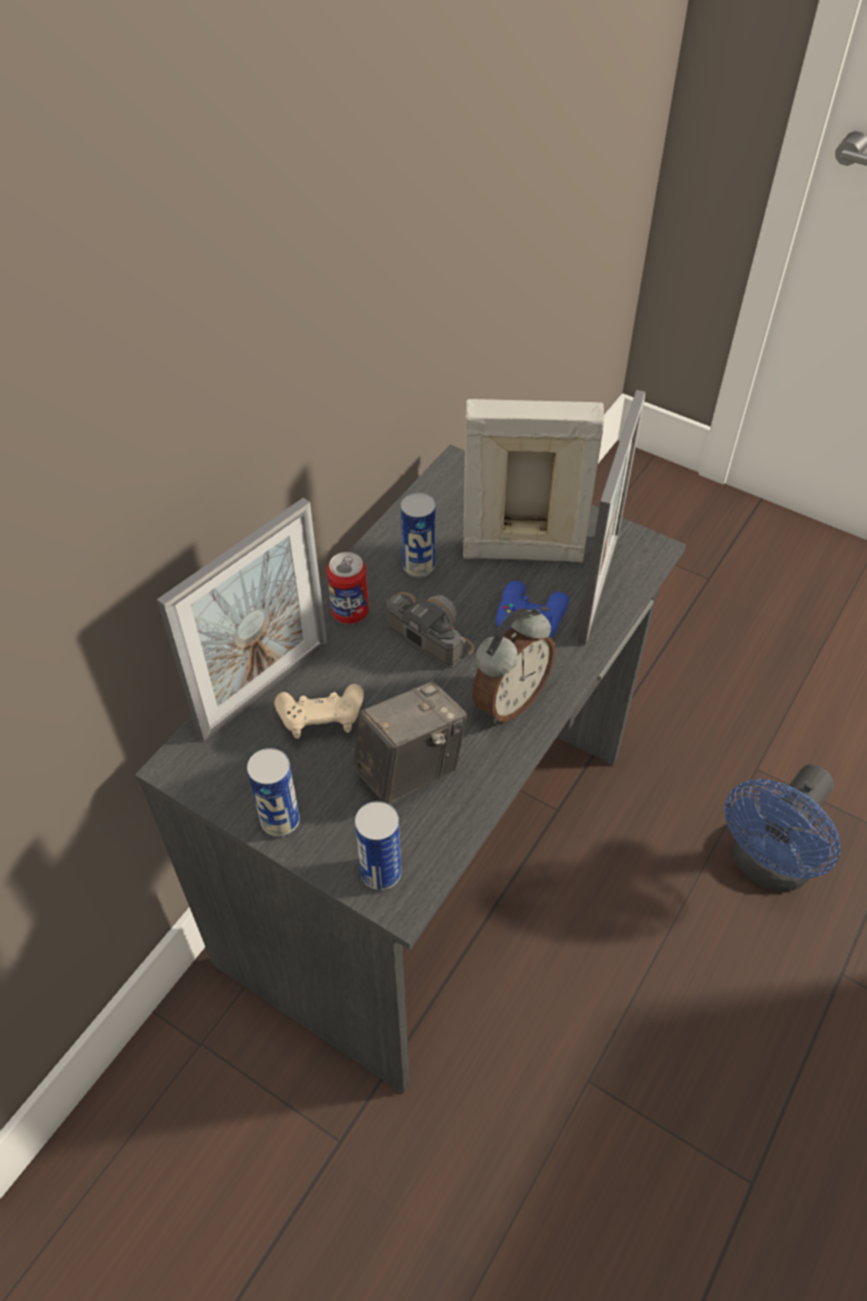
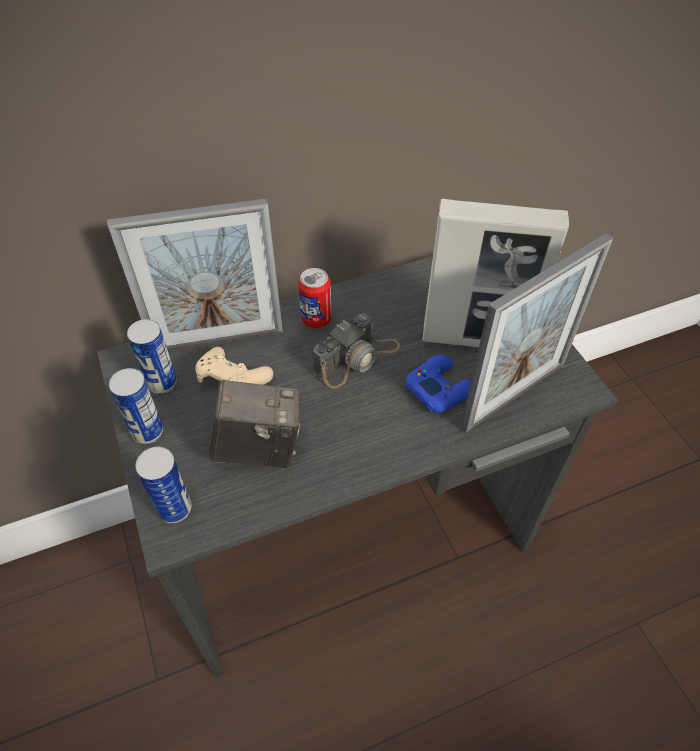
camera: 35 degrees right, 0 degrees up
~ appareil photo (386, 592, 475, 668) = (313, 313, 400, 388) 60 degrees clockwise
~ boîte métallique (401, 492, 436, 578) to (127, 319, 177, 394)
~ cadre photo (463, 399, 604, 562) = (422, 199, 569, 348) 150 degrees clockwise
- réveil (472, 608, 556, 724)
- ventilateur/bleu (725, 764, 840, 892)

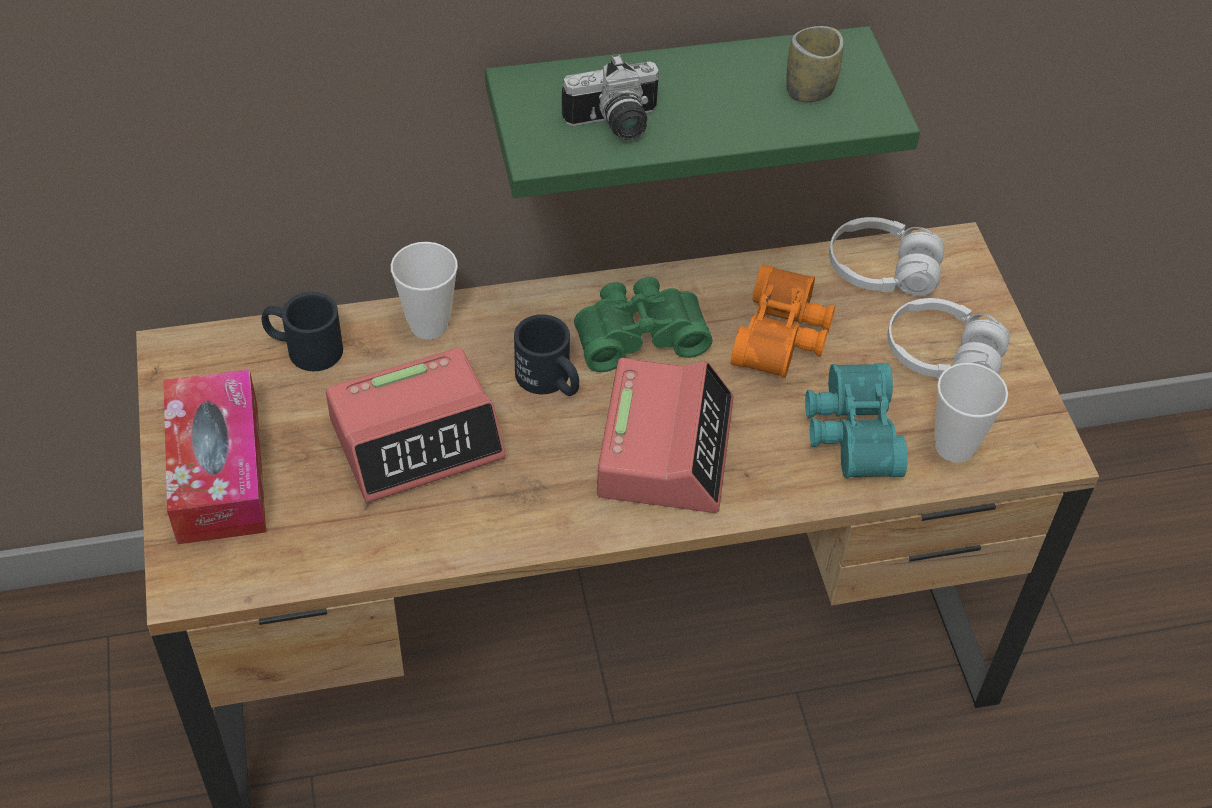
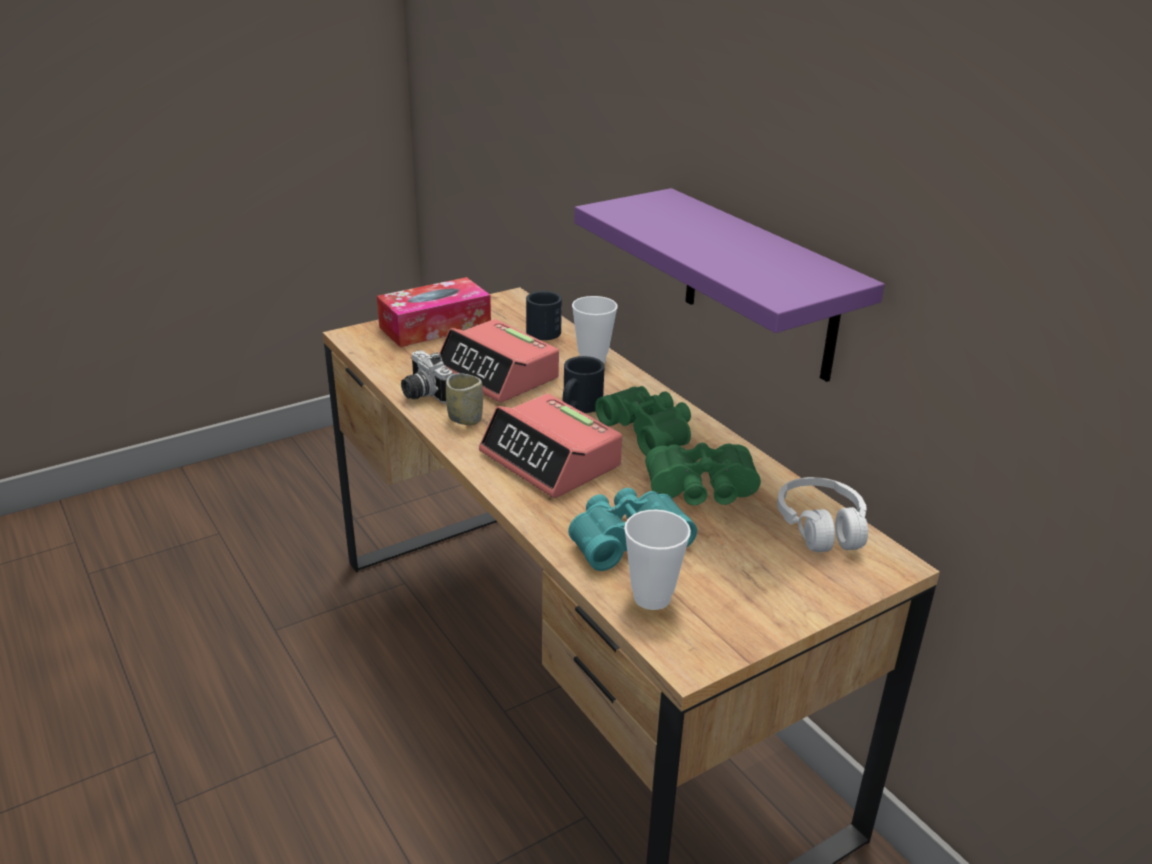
camera: 70 degrees right, 20 degrees down
~ étagère/vert (485, 26, 920, 198) to étagère/violet (574, 188, 885, 382)
~ appareil photo (562, 55, 659, 140) to (401, 350, 453, 404)
~ réveil (597, 358, 734, 513) = (479, 393, 622, 498) 60 degrees clockwise
~ jumelles/orange (731, 264, 835, 378) to jumelles/vert (645, 443, 761, 505)
~ tasse (786, 26, 844, 102) to (446, 373, 483, 425)
- casque audio/blanc (887, 298, 1010, 379)

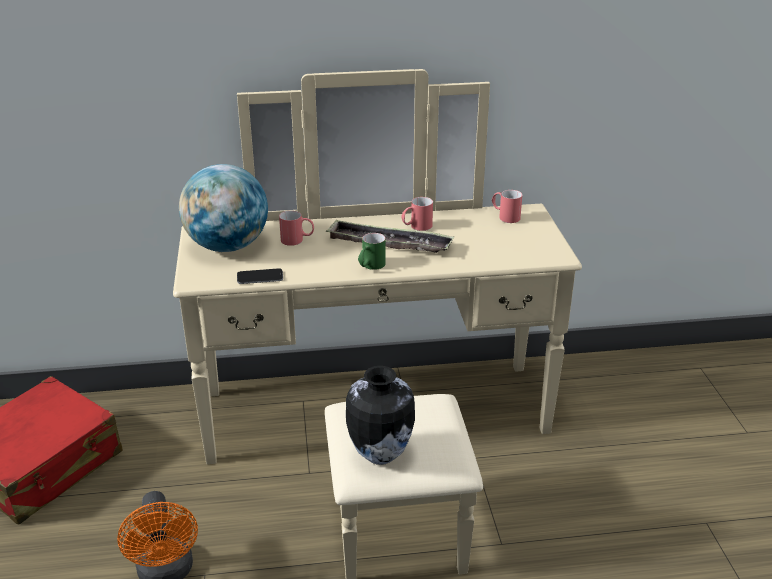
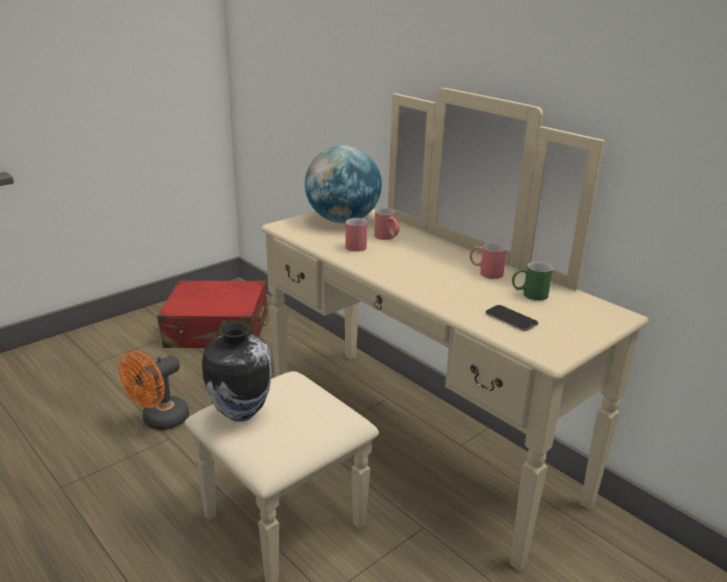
camera: 55 degrees right, 5 degrees down
~ téléphone (237, 268, 283, 284) to (485, 305, 538, 331)
- plateau (326, 219, 454, 253)
~ mug/vert (358, 233, 386, 270) to (512, 262, 553, 301)
~ mug/rouge (492, 190, 522, 223) to (345, 218, 367, 252)

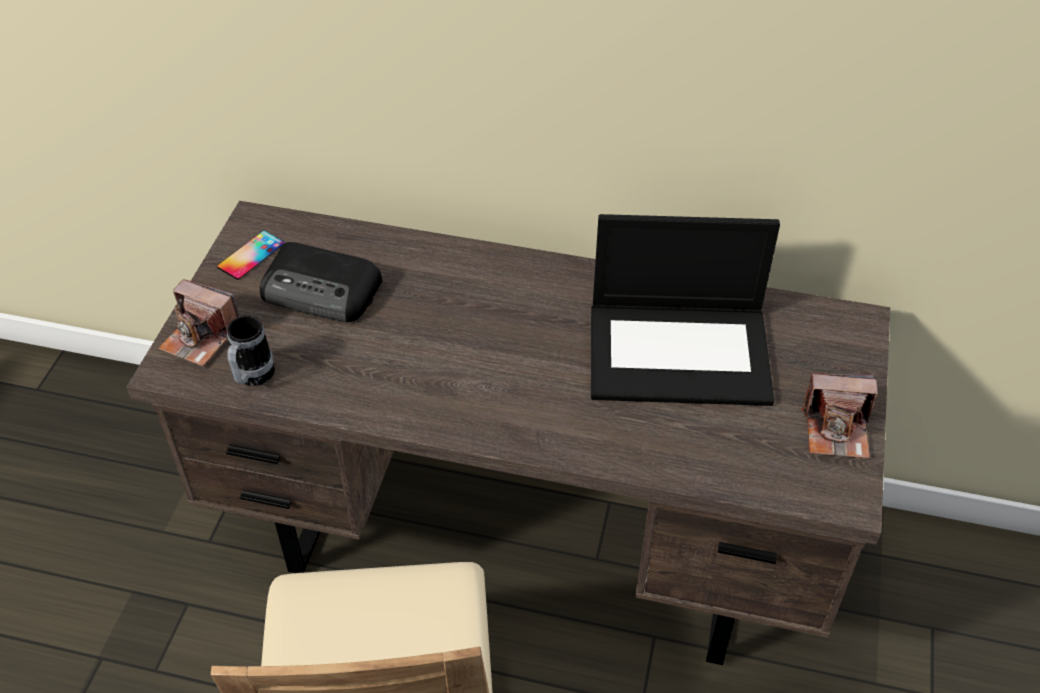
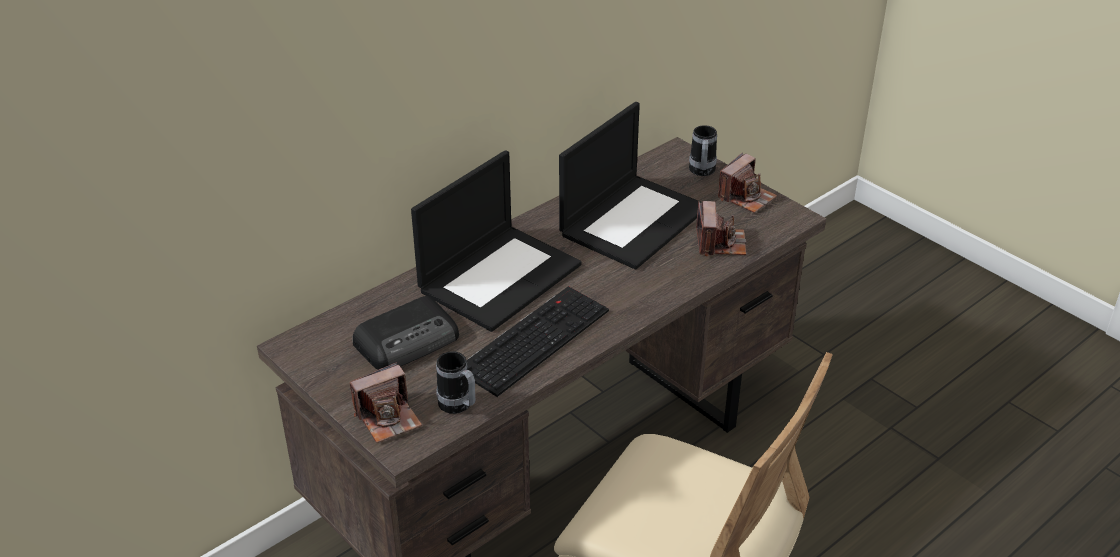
camera: 55 degrees left, 10 degrees down
- téléphone (217, 231, 284, 280)
+ ordinateur portable (411, 150, 581, 332)
+ clavier (467, 286, 609, 397)
+ mug (689, 125, 717, 176)
+ appareil photo (696, 201, 747, 256)

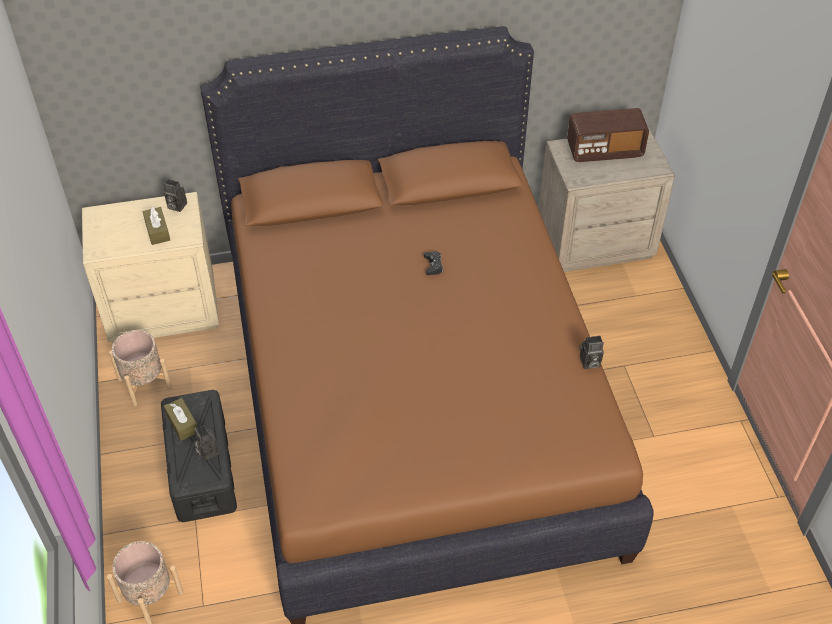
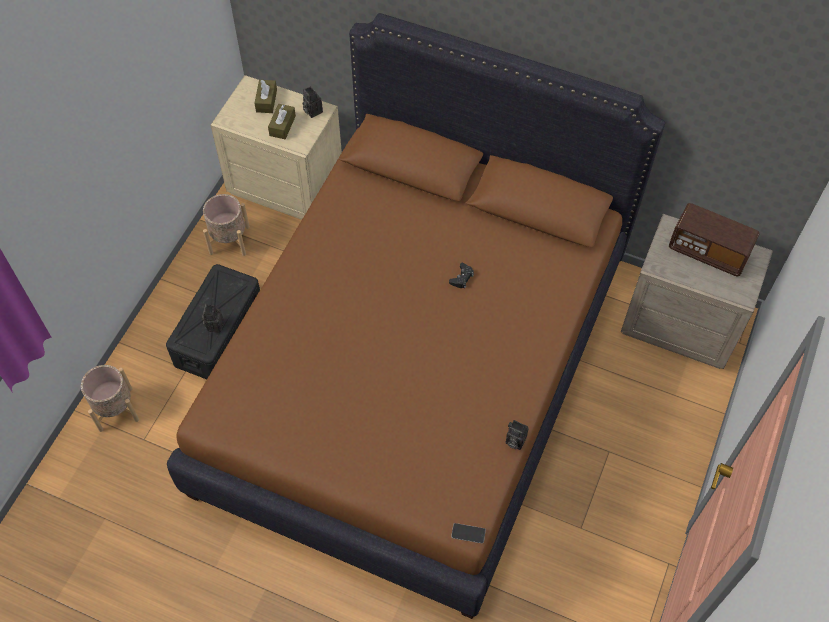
camera: 35 degrees right, 10 degrees up
~ boîte à mouchoirs/marron (164, 398, 198, 441) to (254, 80, 277, 113)
+ téléphone (451, 523, 486, 543)

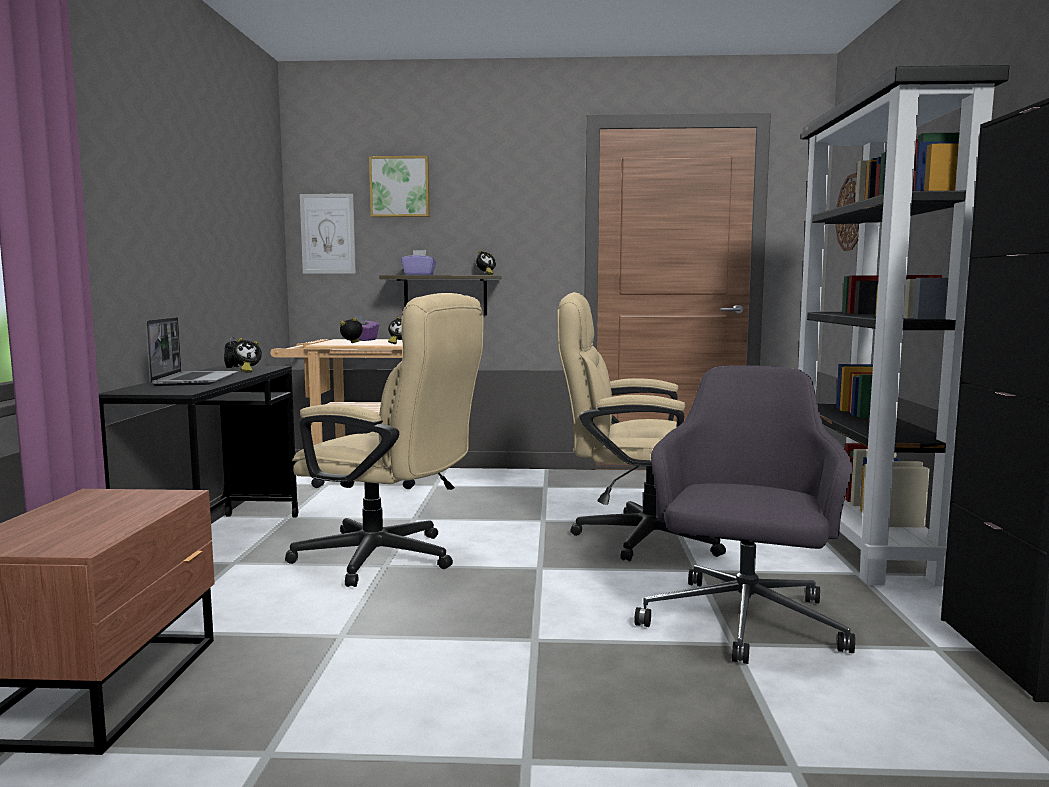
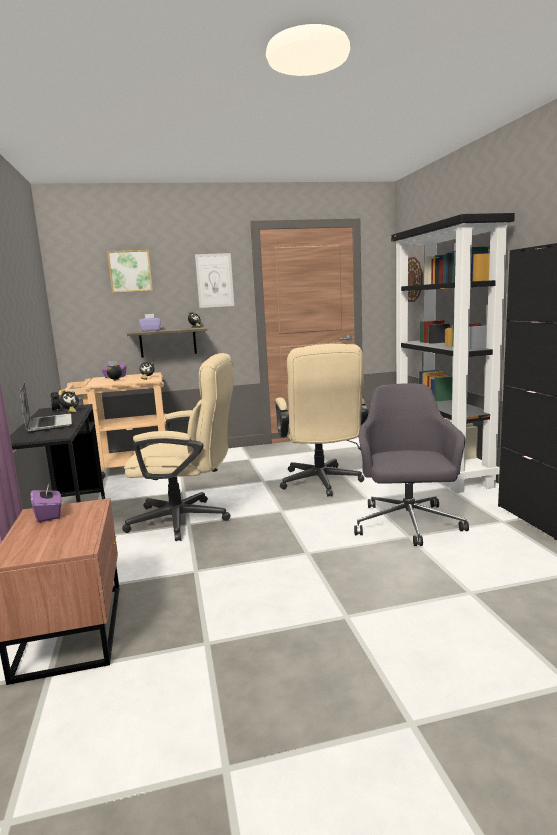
camera: 15 degrees left, 5 degrees up
~ tableau (300, 194, 356, 274) to (195, 253, 234, 308)
~ chaise de bureau/beige (557, 292, 726, 561) = (275, 344, 368, 497) 90 degrees counterclockwise
+ boîte à mouchoirs/violet (31, 483, 62, 522)

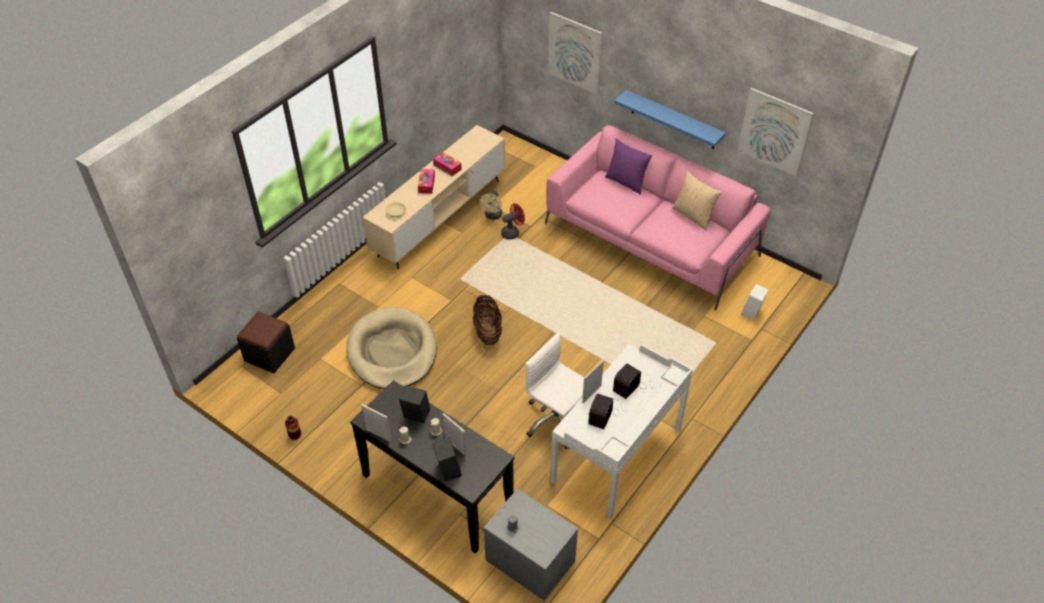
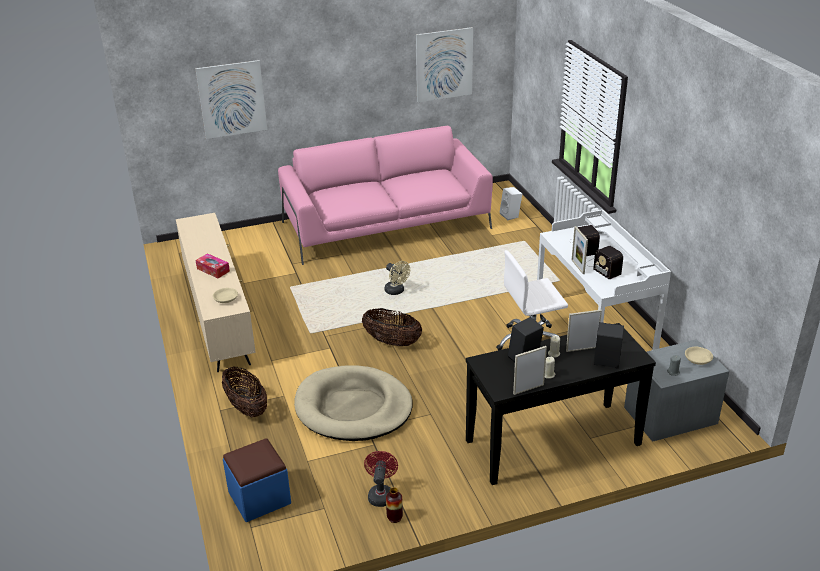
camera: 55 degrees left, 15 degrees down
~ pouf/noir (237, 312, 295, 373) to pouf/bleu (223, 438, 291, 522)
- boîte à mouchoirs (433, 152, 462, 176)
~ ventilateur/beige (480, 191, 502, 220) to (384, 261, 410, 295)
~ ventilateur/rouge (501, 203, 525, 240) to (364, 451, 398, 507)
- coussin/violet (605, 138, 652, 195)
- étagère/bleu (614, 90, 726, 149)
- coussin/beige (672, 170, 722, 230)
+ panier (222, 366, 267, 417)
+ bol/beige (685, 346, 713, 365)

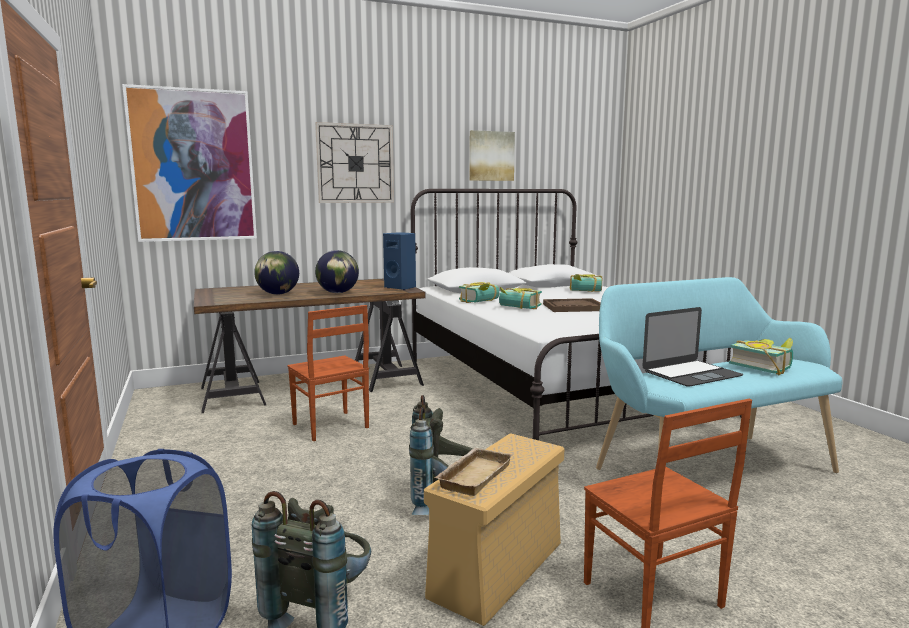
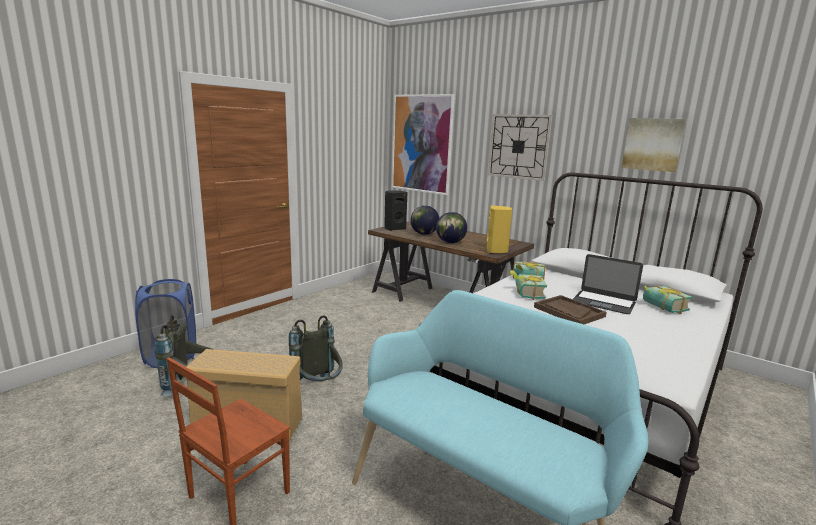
camera: 60 degrees right, 5 degrees up
- chaise/marron (287, 305, 369, 441)
~ enceinte/bleu (383, 233, 416, 290) to enceinte/jaune (487, 206, 512, 254)
- plateau/beige (434, 448, 512, 496)
~ ordinateur portable (643, 307, 743, 387) to (573, 254, 643, 314)
- livre (729, 338, 793, 375)
+ enceinte/noir (384, 190, 407, 231)

